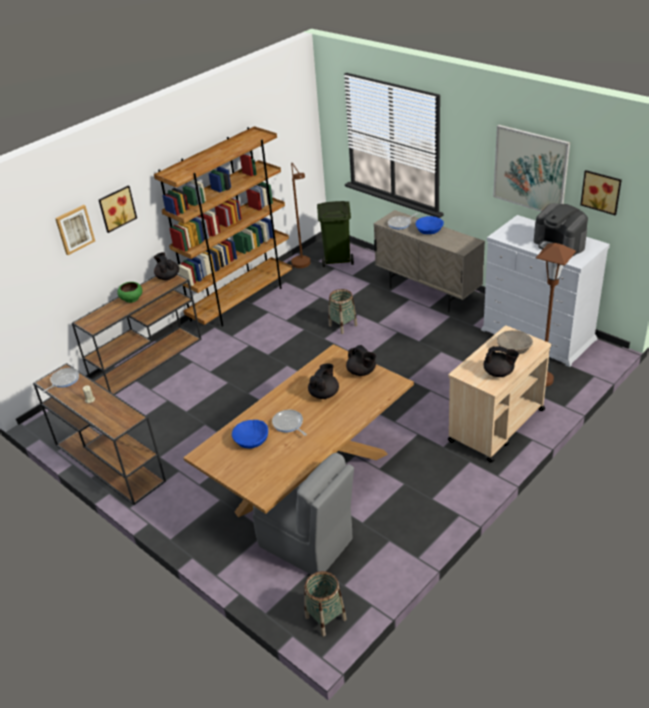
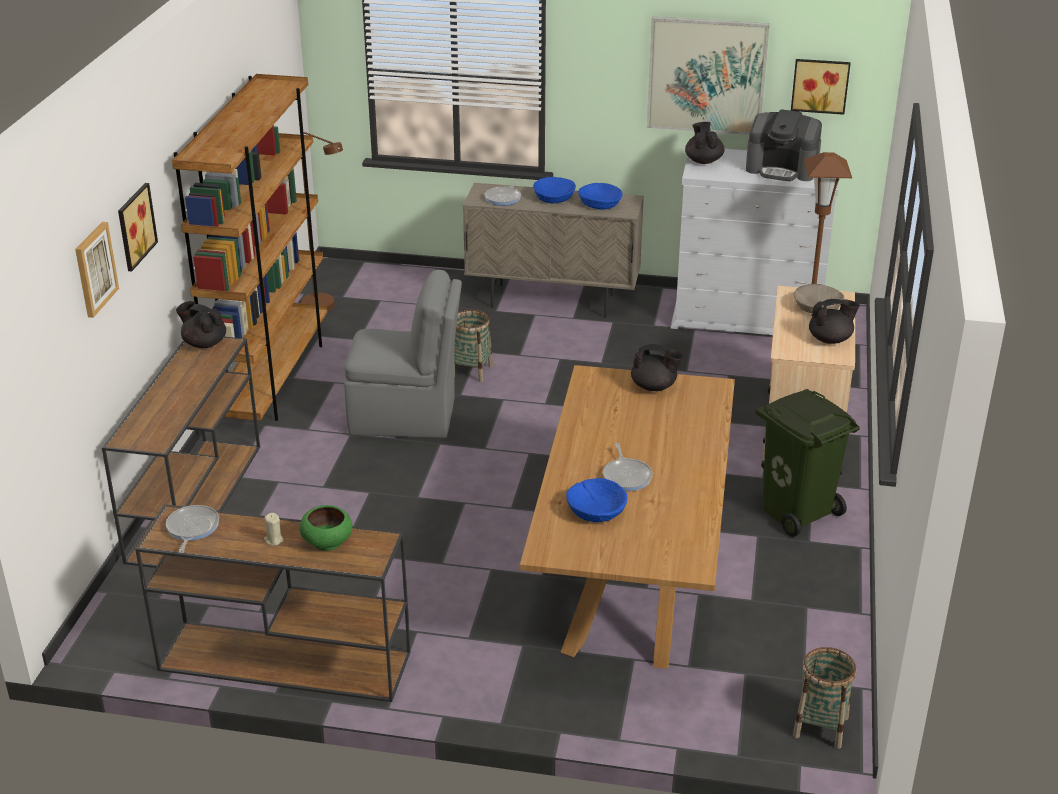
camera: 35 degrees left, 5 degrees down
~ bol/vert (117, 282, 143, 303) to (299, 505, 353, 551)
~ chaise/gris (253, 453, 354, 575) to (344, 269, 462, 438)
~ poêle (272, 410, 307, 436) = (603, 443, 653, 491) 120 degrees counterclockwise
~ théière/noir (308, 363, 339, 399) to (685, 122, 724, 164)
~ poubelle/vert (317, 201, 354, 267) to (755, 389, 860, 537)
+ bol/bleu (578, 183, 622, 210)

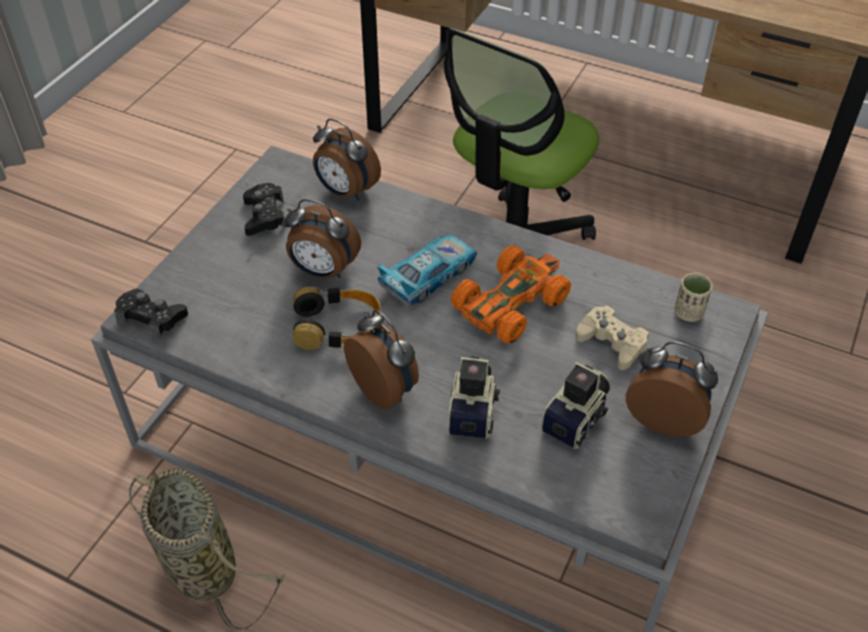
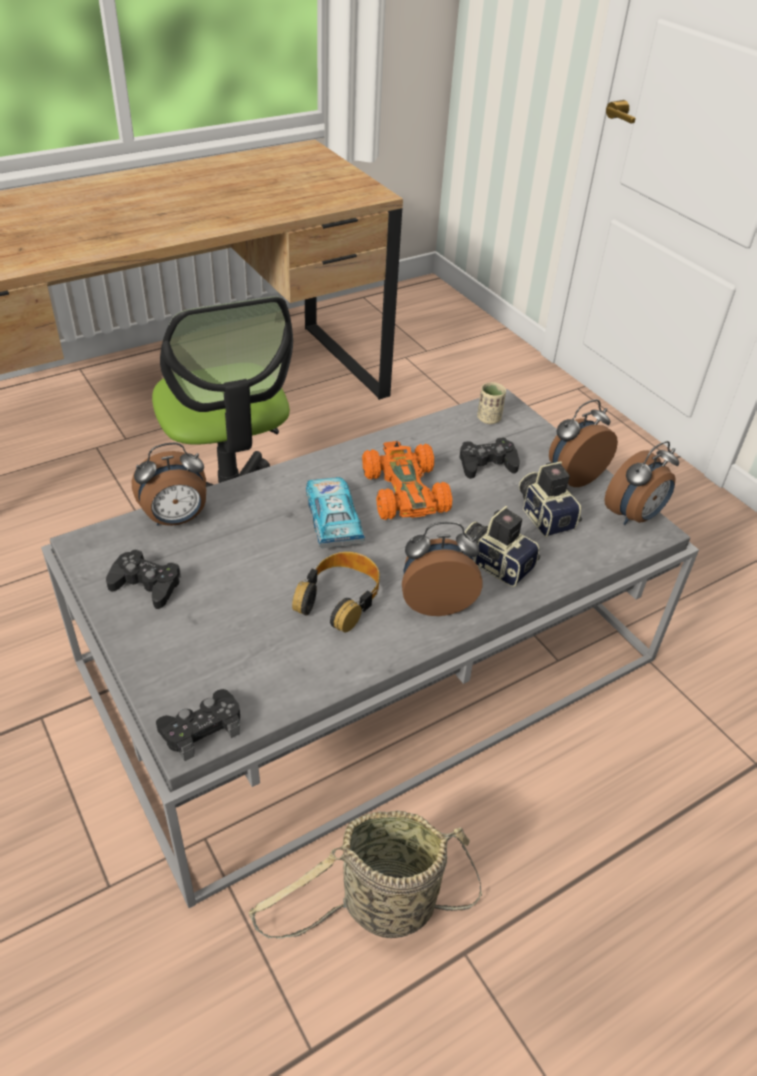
camera: 60 degrees left, 5 degrees down
~ réveil (284, 199, 361, 279) to (604, 441, 679, 525)
~ manette/beige (576, 306, 649, 370) to manette/noir (460, 437, 520, 479)

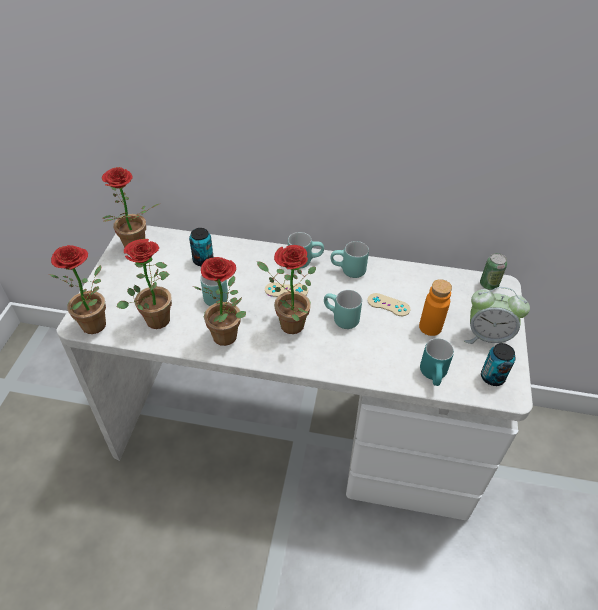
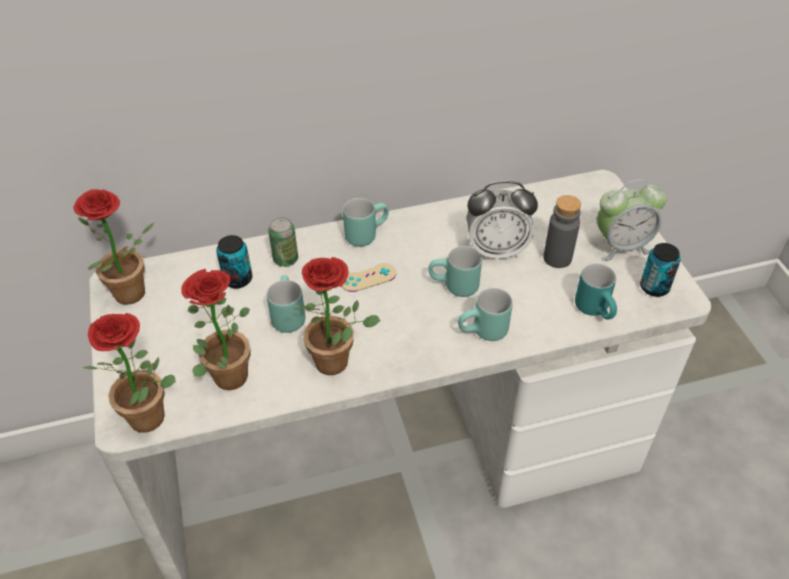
camera: 25 degrees left, 0 degrees up
- plante en pot (257, 245, 316, 334)
~ mug/turquoise (330, 241, 369, 278) to (458, 288, 513, 341)
~ manette/beige (367, 293, 410, 316) to réveil (467, 181, 538, 259)
~ bouteille/orange (419, 279, 452, 336) to bouteille/gris (543, 195, 581, 268)
~ boîte métallique (480, 253, 507, 290) to (268, 217, 298, 267)

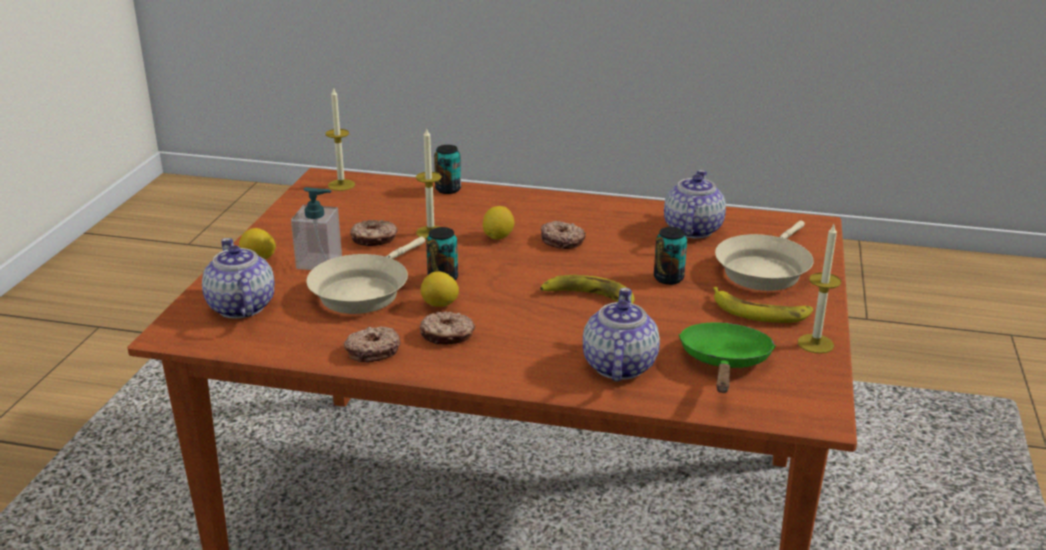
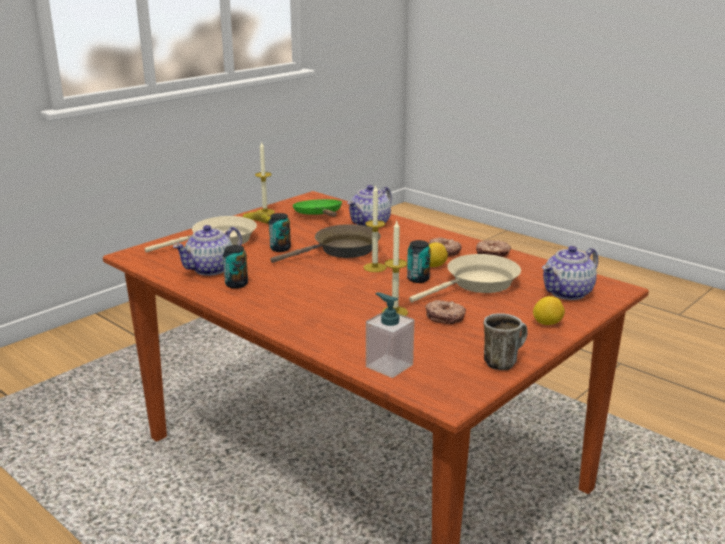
camera: 150 degrees left, 5 degrees down
~ théière (202, 238, 274, 319) = (542, 246, 598, 300) 45 degrees clockwise
~ distributeur de savon (291, 187, 342, 270) to (366, 292, 414, 378)
~ bougie (326, 87, 355, 191) to (364, 184, 386, 272)
~ boîte métallique (434, 145, 461, 194) to (223, 245, 248, 289)
- citron (483, 206, 514, 240)
~ banane (540, 275, 635, 304) to poêle/marron (270, 224, 381, 263)
- beignet (541, 221, 586, 249)
~ poêle/vert (679, 323, 776, 393) = (293, 199, 342, 217) 120 degrees clockwise
+ mug (484, 313, 528, 370)

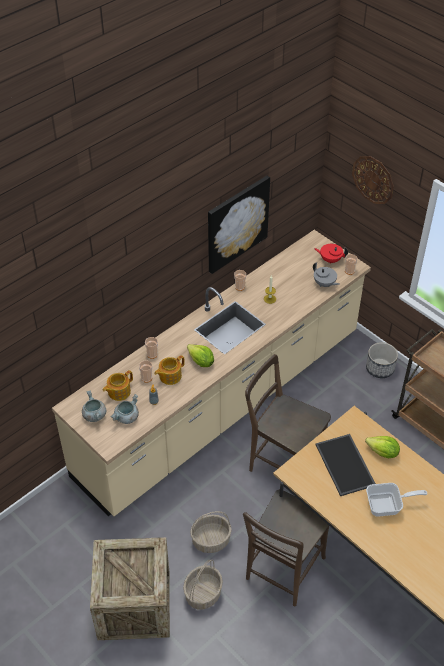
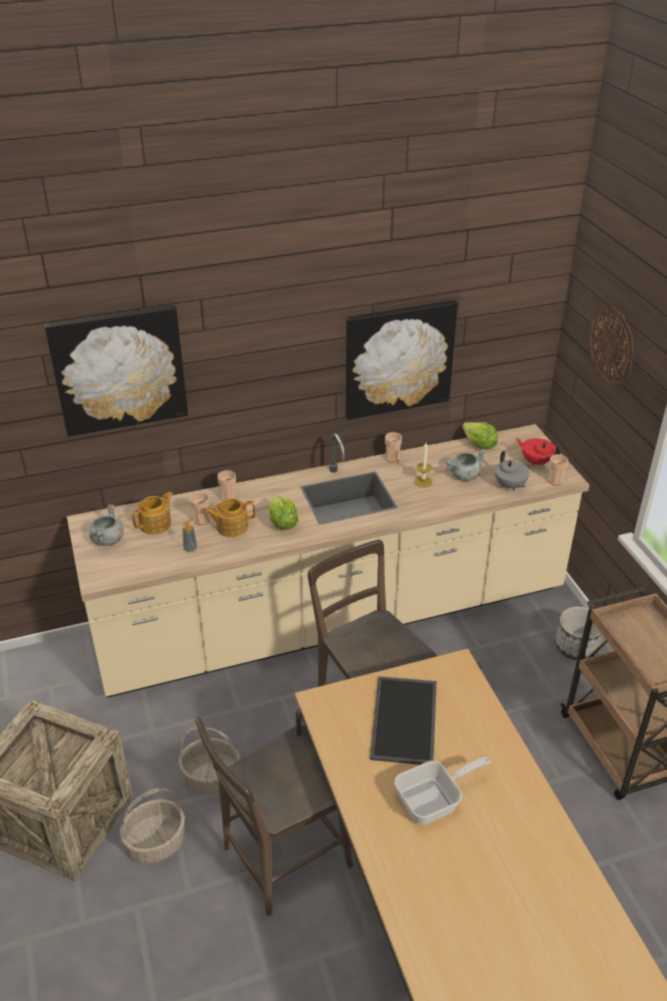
camera: 25 degrees right, 10 degrees down
~ théière (103, 370, 133, 401) = (132, 491, 173, 535) 150 degrees clockwise
~ marmite/gris (110, 394, 139, 424) to (445, 448, 487, 481)
~ laitue (365, 436, 400, 458) to (462, 422, 498, 450)
~ poêle (366, 483, 427, 517) = (394, 757, 491, 825) 45 degrees counterclockwise
+ tableau (45, 305, 188, 437)

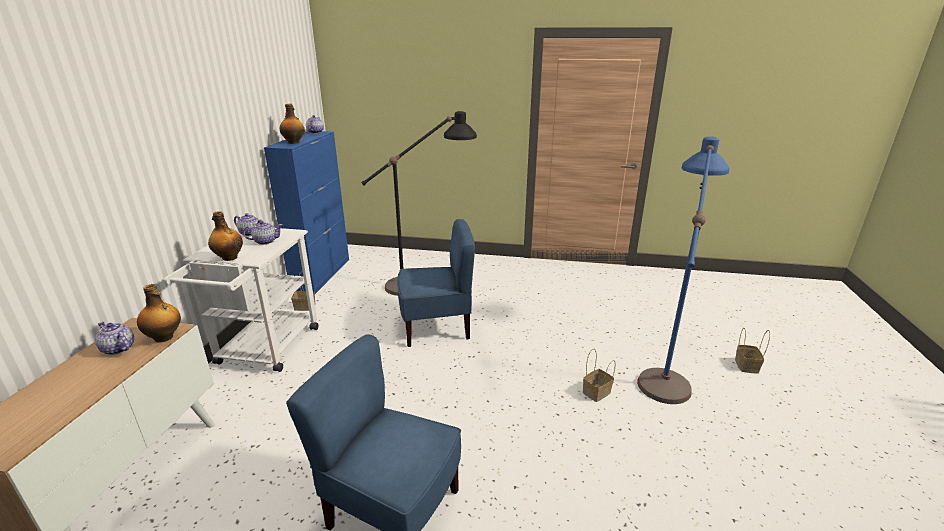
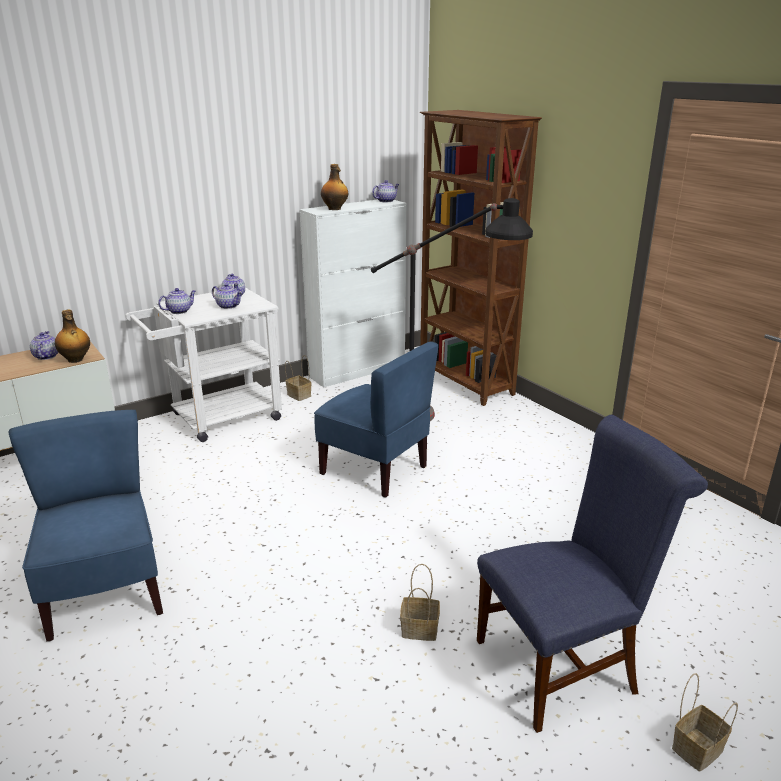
camera: 45 degrees right, 0 degrees up
~ bouteille (208, 211, 243, 261) to théière (158, 288, 196, 314)
~ meuble de rangement/bleu (264, 131, 349, 294) to meuble de rangement/blanc (299, 199, 406, 387)
~ lampadaire/bleu (637, 136, 730, 404) to chaise/bleu (477, 415, 708, 733)
+ bibliothèque/marron (420, 110, 542, 406)

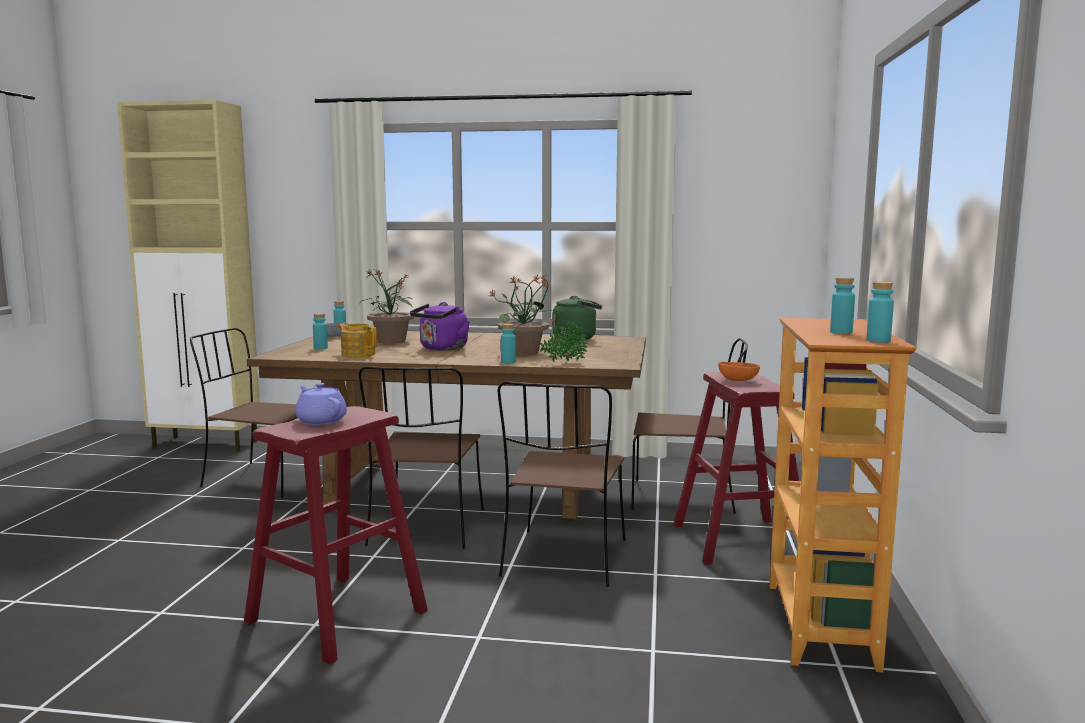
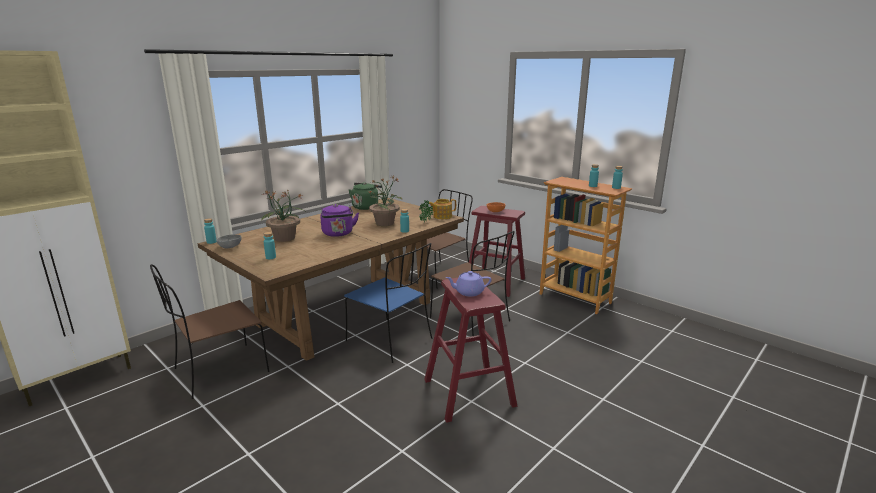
camera: 55 degrees left, 10 degrees up
~ théière (338, 323, 377, 357) to (429, 199, 456, 219)
~ chaise/marron (359, 366, 484, 549) to chaise/bleu (344, 243, 432, 363)

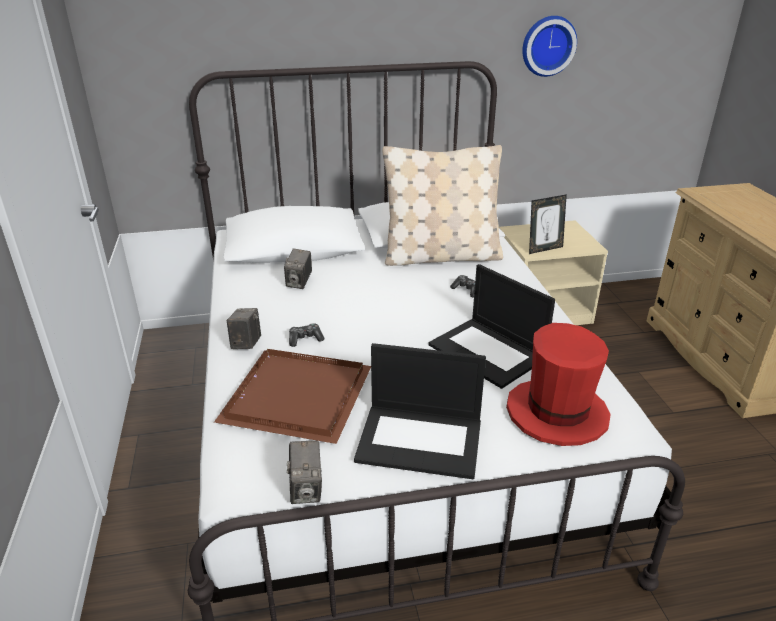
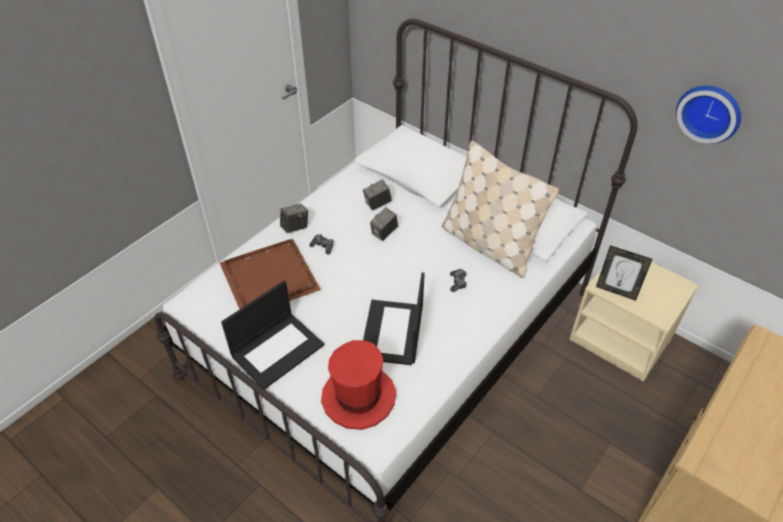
camera: 50 degrees right, 15 degrees up
~ appareil photo (287, 440, 322, 504) to (370, 207, 398, 241)
~ ordinateur portable (354, 343, 486, 479) = (221, 281, 324, 390) 105 degrees counterclockwise

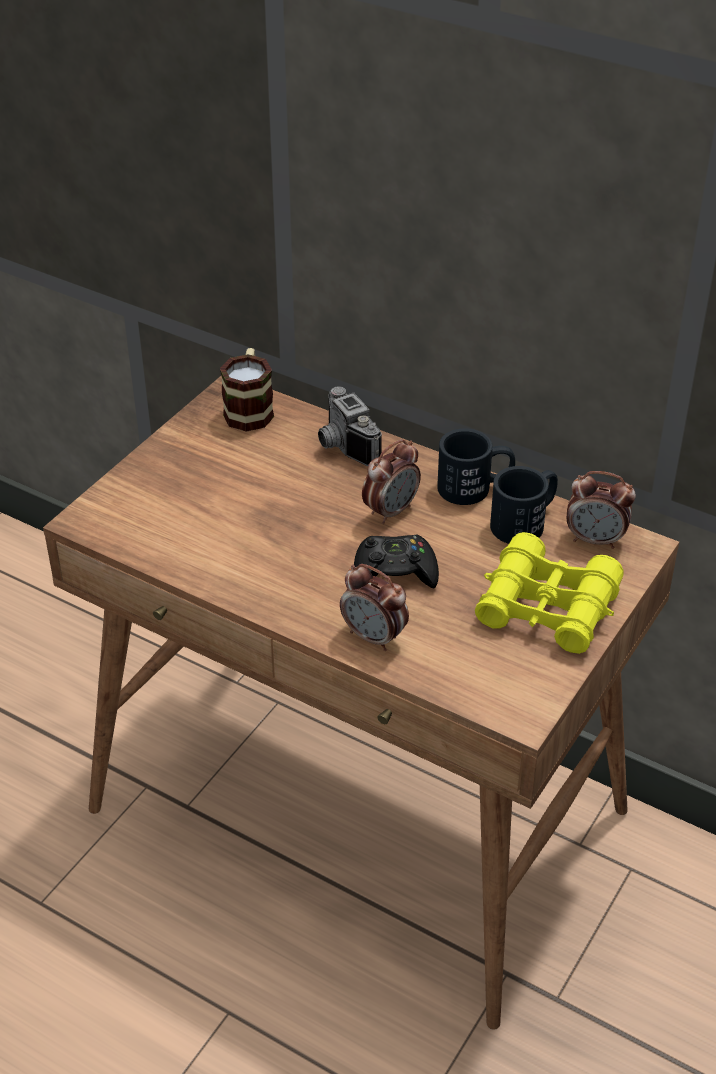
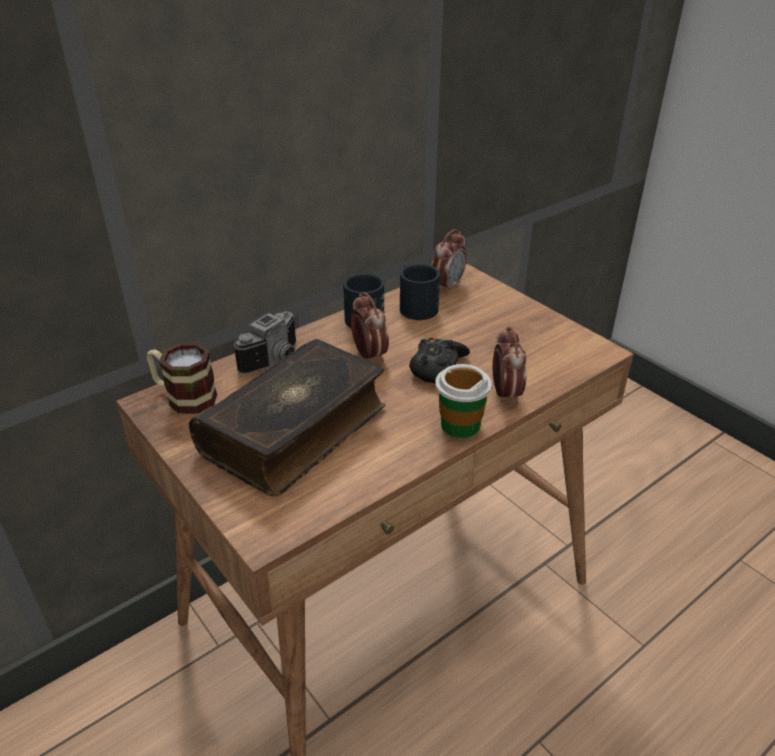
camera: 70 degrees left, 5 degrees down
~ appareil photo (318, 386, 382, 466) = (234, 311, 296, 374) 45 degrees counterclockwise
~ réveil (340, 564, 409, 651) = (493, 326, 527, 404) 60 degrees counterclockwise
- jumelles/jaune (475, 532, 624, 654)
+ livre (189, 339, 385, 497)
+ tasse (435, 364, 492, 438)

